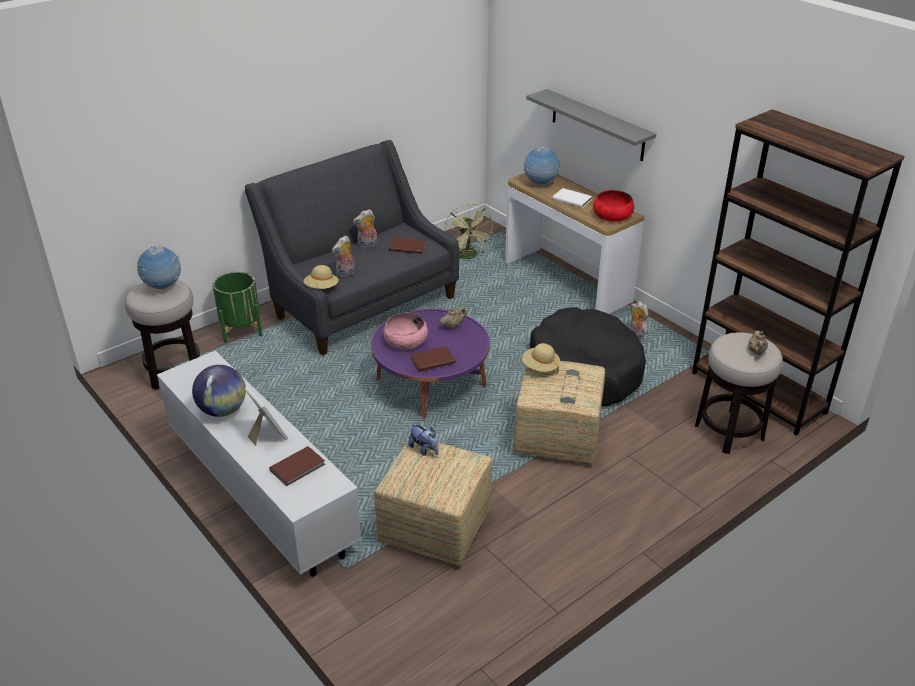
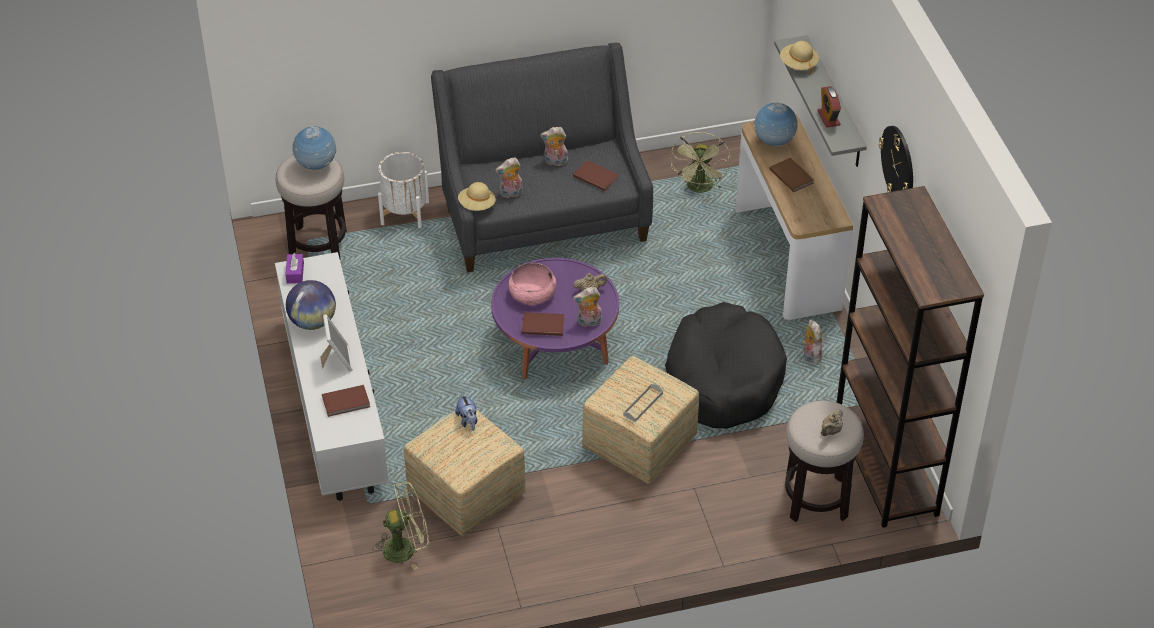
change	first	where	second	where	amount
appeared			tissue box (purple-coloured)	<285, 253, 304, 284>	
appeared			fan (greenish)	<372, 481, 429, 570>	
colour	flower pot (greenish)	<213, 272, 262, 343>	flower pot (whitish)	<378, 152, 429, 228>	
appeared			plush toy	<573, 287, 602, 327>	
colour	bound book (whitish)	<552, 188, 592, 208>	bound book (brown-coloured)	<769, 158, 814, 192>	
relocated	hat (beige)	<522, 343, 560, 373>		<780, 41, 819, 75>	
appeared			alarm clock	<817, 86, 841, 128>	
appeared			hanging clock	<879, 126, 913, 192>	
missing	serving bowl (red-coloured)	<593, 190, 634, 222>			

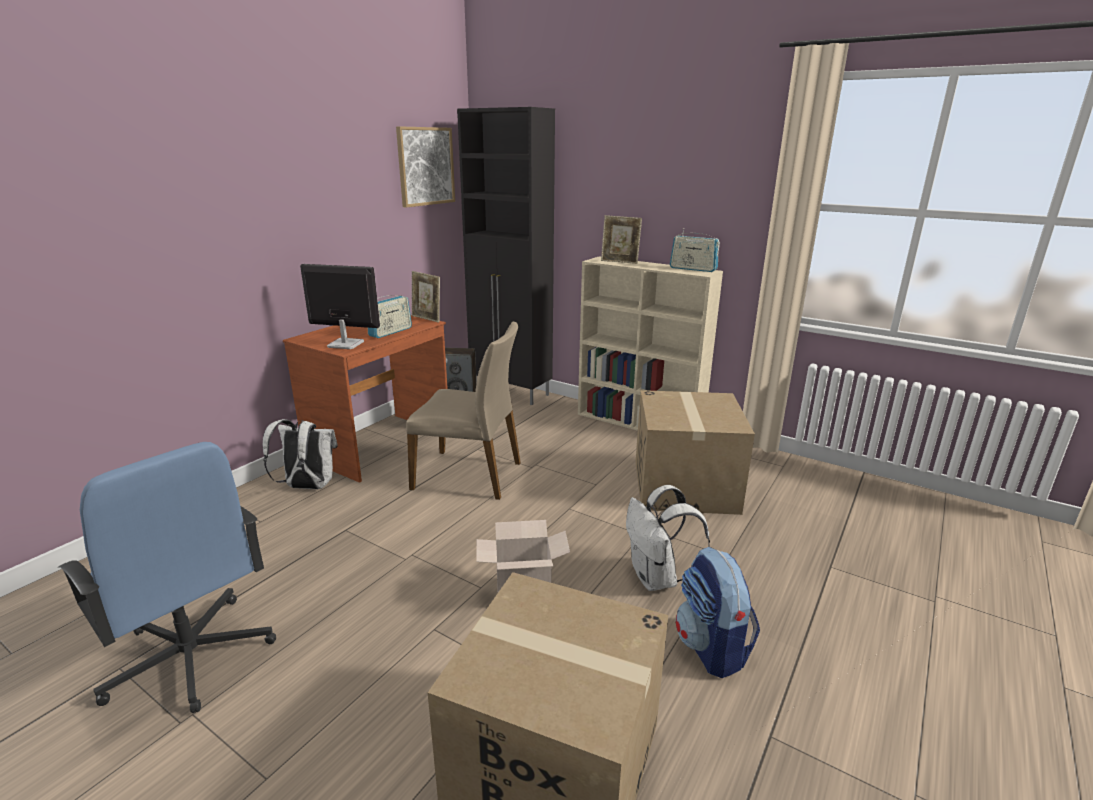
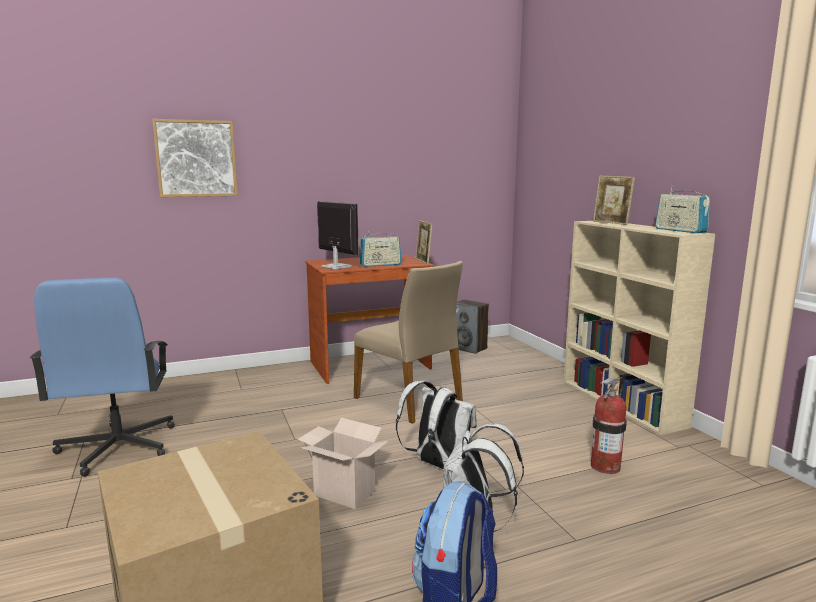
change	first	where	second	where	amount
relocated	wall picture	<396, 126, 455, 208>		<152, 119, 238, 197>	
relocated	knapsack (whitish)	<263, 419, 338, 489>		<396, 381, 477, 470>	
exchanged	packing box	<636, 390, 755, 515>	fire-fighting cylinder	<591, 377, 627, 474>	
missing	cabinet (black)	<457, 107, 555, 405>			

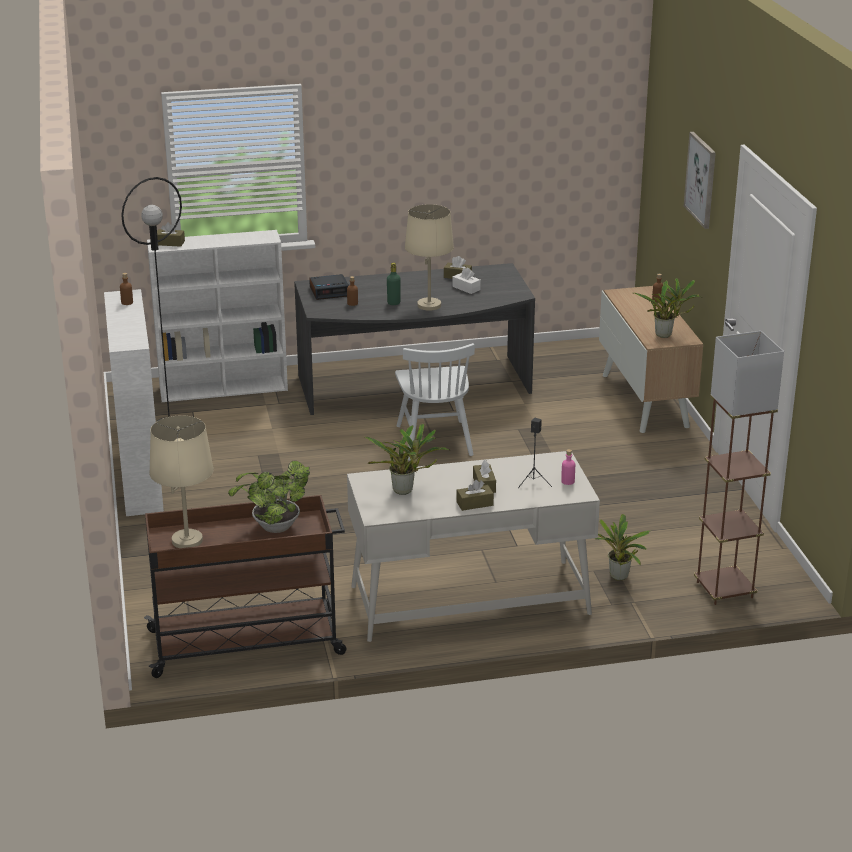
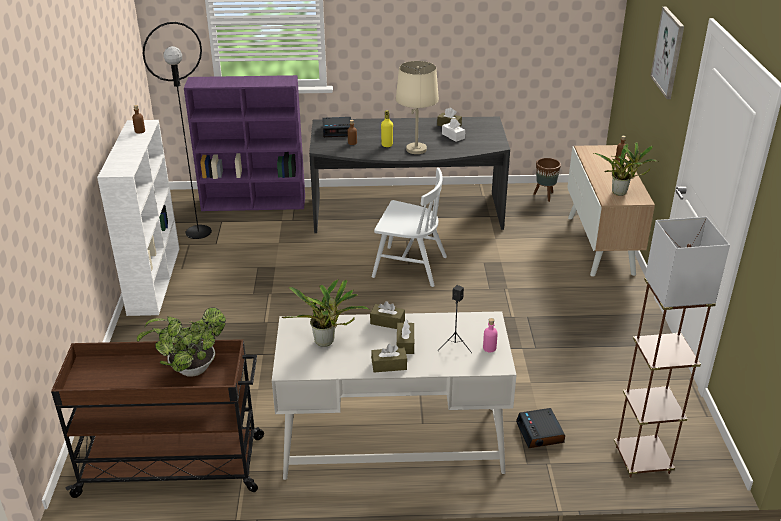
change	first	where	second	where	amount
colour	shelving unit (whitish)	<147, 230, 288, 402>	shelving unit (purple-coloured)	<184, 75, 305, 211>	
relocated	tissue box (brown-coloured)	<157, 222, 185, 247>		<370, 301, 405, 329>	
spun	plain chair (whitish)	<395, 343, 475, 461>		<372, 168, 447, 287>	75 degrees counterclockwise
colour	bottle (greenish)	<387, 263, 401, 305>	bottle (yellow)	<381, 110, 393, 147>	
exchanged	plant in a pot	<595, 514, 650, 580>	alarm clock	<516, 408, 565, 448>	
appeared			flower pot (brown-coloured)	<533, 158, 561, 202>	
missing	table lamp (beige)	<149, 415, 214, 548>			

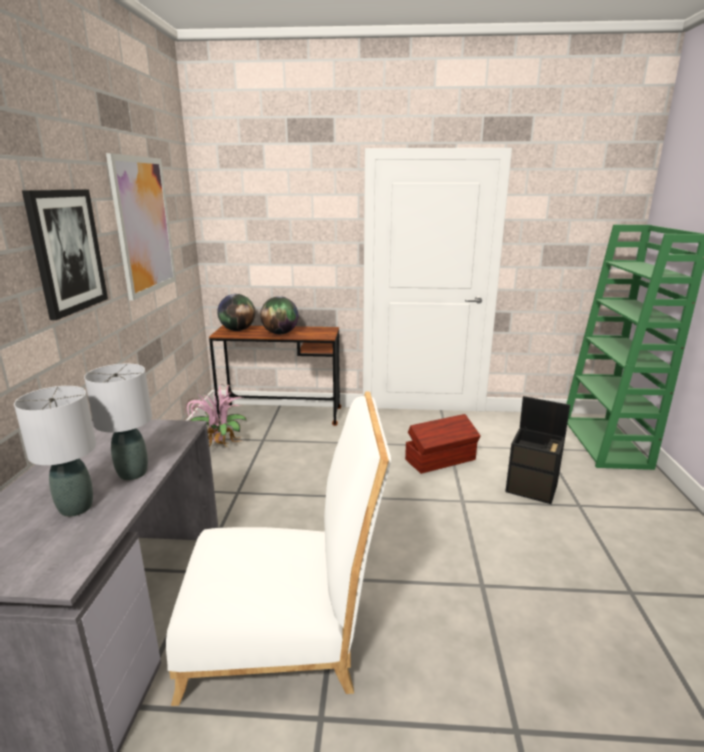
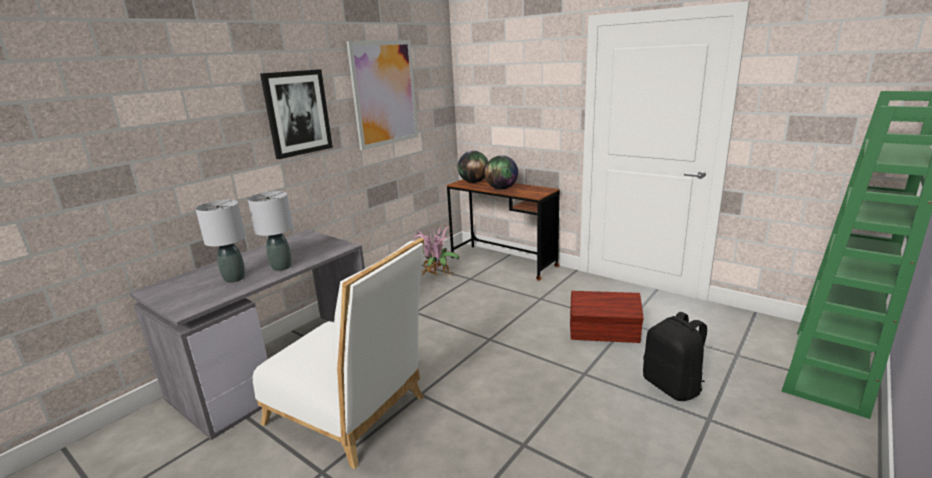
change	first	where	second	where	amount
exchanged	storage container (black)	<505, 396, 570, 504>	knapsack (black)	<643, 312, 707, 401>	

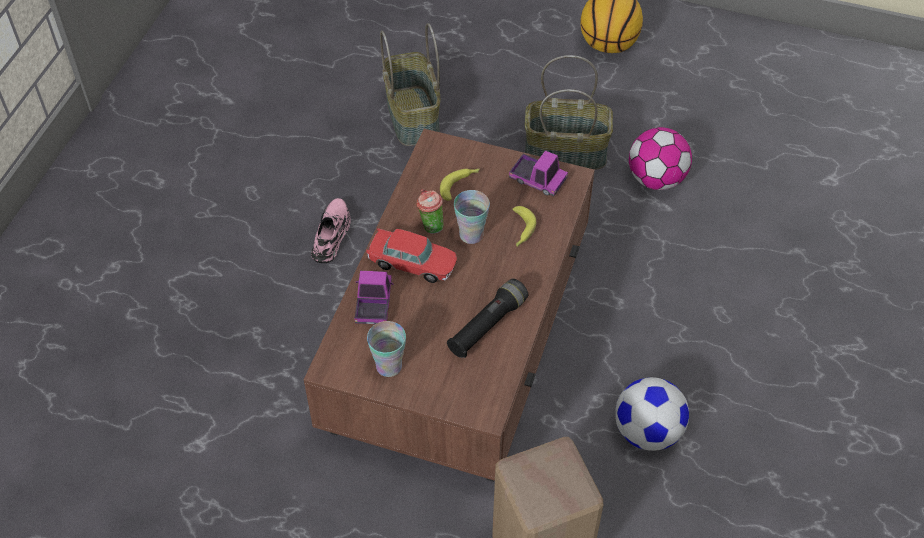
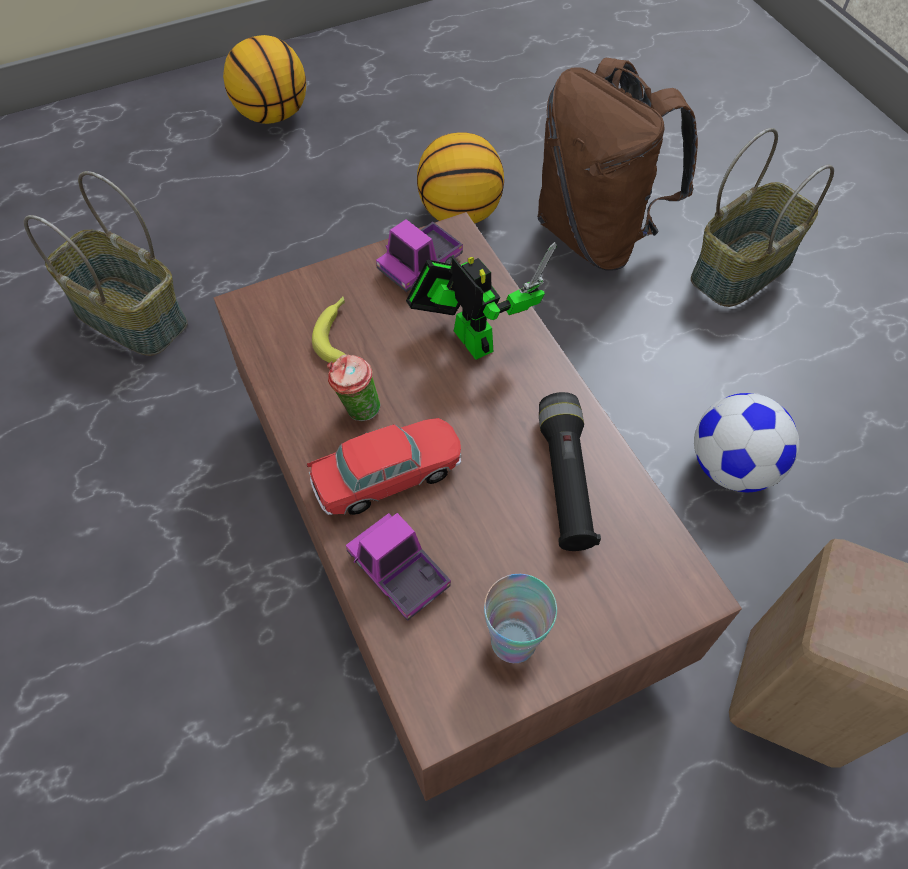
change	first	where	second	where	amount
spun	toy truck	<509, 150, 568, 196>		<376, 219, 463, 292>	150 degrees clockwise
exchanged	banana	<512, 206, 536, 247>	model robot	<406, 242, 557, 360>	
exchanged	football	<629, 127, 692, 190>	basketball	<417, 133, 504, 224>	
appeared			knapsack (brown-coloured)	<537, 58, 698, 271>	
relocated	household basket	<525, 55, 613, 170>		<691, 128, 834, 307>	
missing	shoe (pink-coloured)	<311, 198, 350, 263>			
missing	drinking cup	<454, 190, 490, 244>			

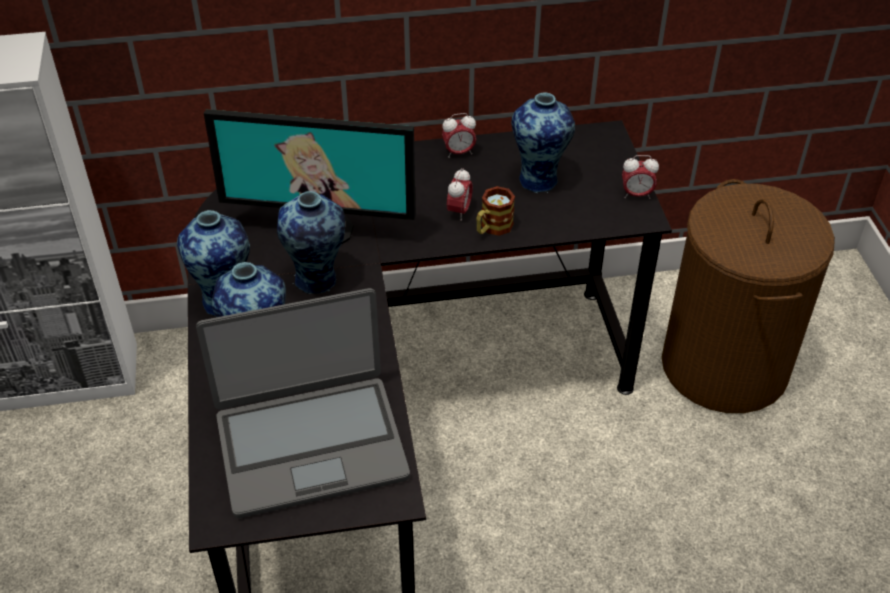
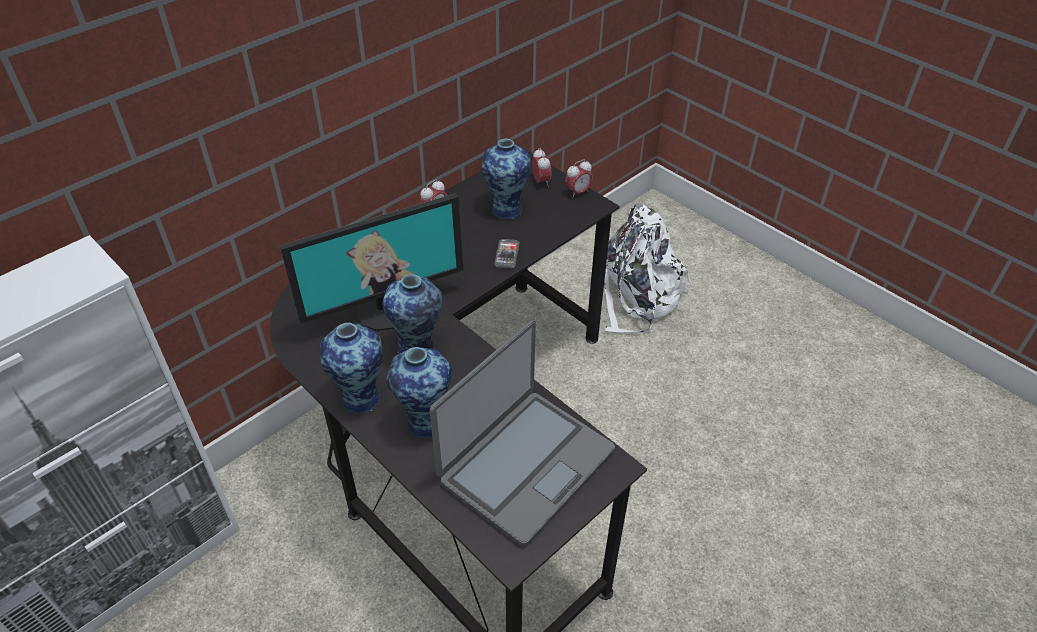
change	first	where	second	where	amount
exchanged	coffee mug	<476, 186, 515, 236>	telephone	<494, 239, 519, 269>	
relocated	alarm clock	<447, 168, 473, 221>		<532, 148, 552, 187>	
exchanged	laundry basket (brown-coloured)	<662, 179, 835, 413>	knapsack (whitish)	<604, 204, 692, 333>	

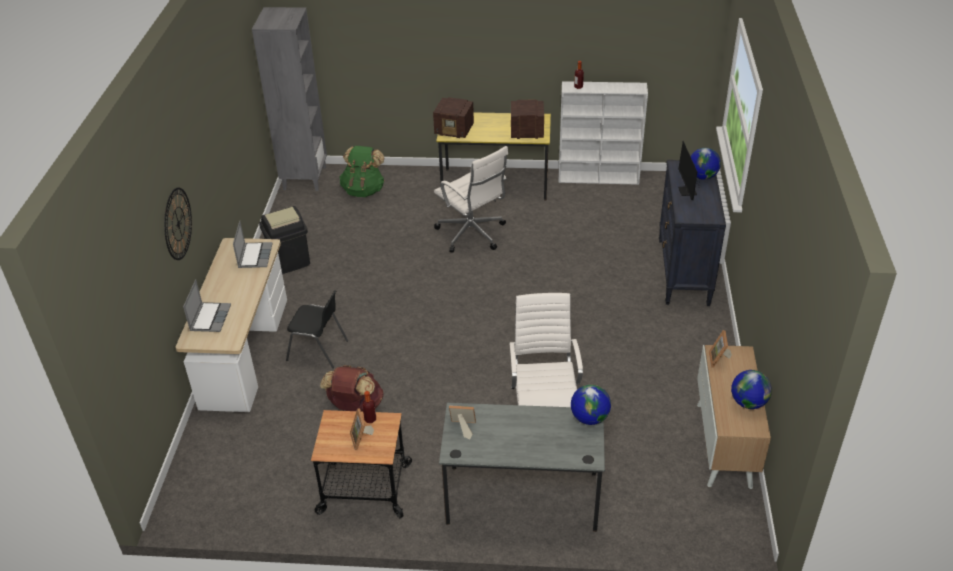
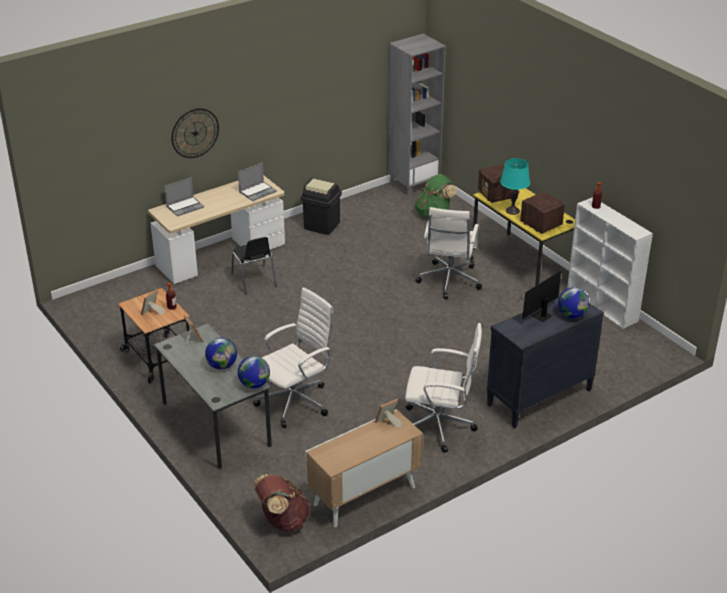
change	first	where	second	where	amount
relocated	world globe	<731, 370, 772, 409>		<205, 338, 237, 369>	
relocated	knapsack (brown-coloured)	<320, 365, 383, 412>		<253, 474, 310, 532>	
appeared			desk chair (whitish)	<405, 323, 482, 453>	
appeared			table lamp (turquoise-coloured)	<500, 158, 530, 215>	

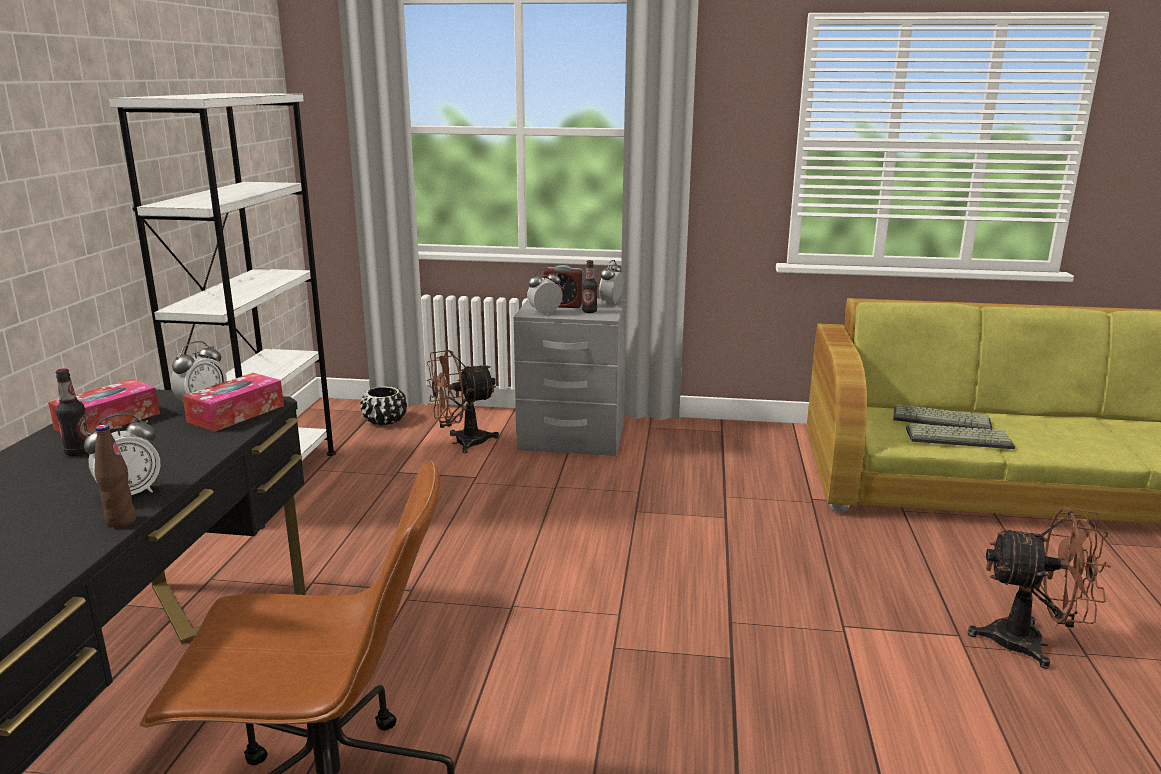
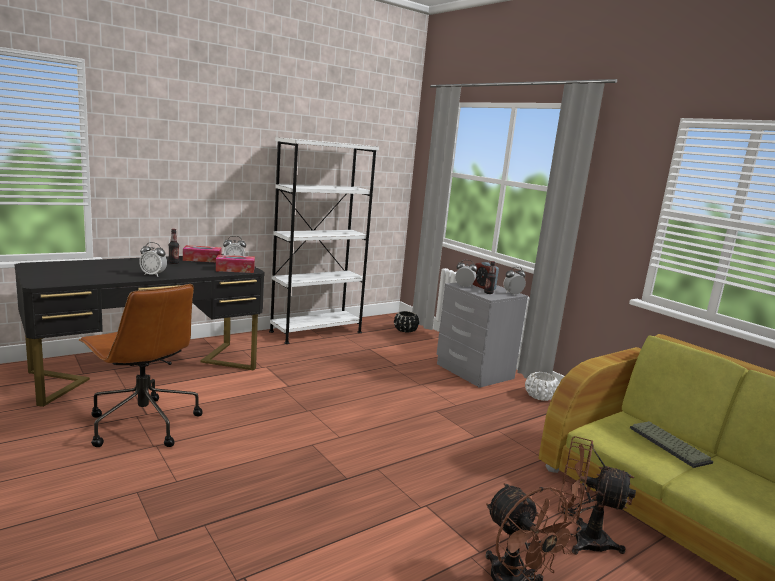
change	first	where	second	where	amount
appeared			flower pot (whitish)	<525, 372, 559, 401>	
relocated	fan (brown-coloured)	<427, 350, 499, 453>		<558, 436, 636, 555>	
missing	bottle (brown-coloured)	<95, 424, 136, 527>			
missing	keyboard	<906, 423, 1015, 449>			

